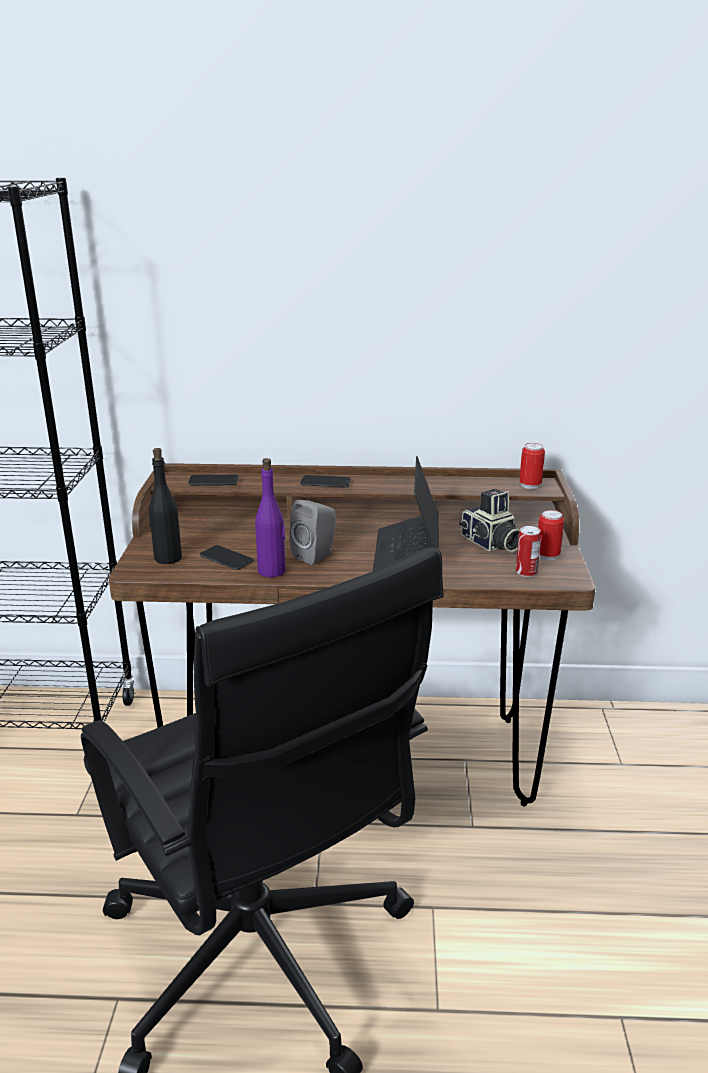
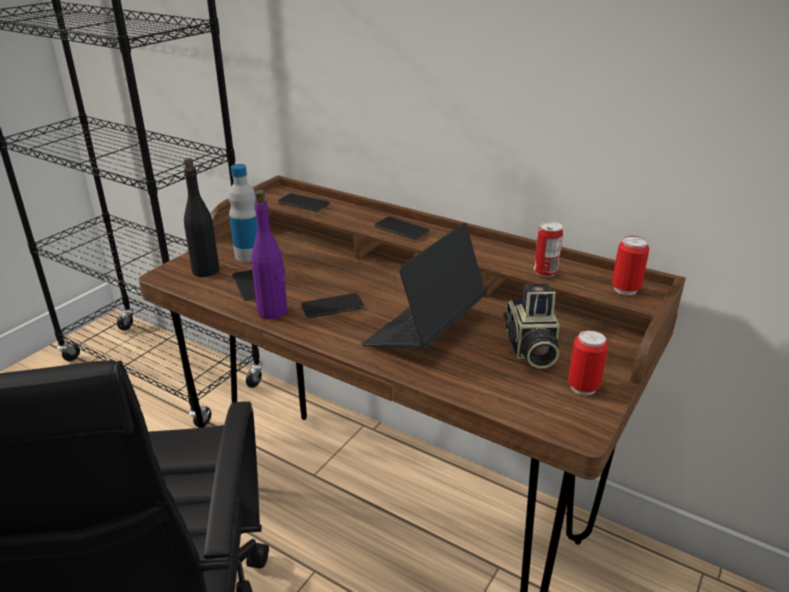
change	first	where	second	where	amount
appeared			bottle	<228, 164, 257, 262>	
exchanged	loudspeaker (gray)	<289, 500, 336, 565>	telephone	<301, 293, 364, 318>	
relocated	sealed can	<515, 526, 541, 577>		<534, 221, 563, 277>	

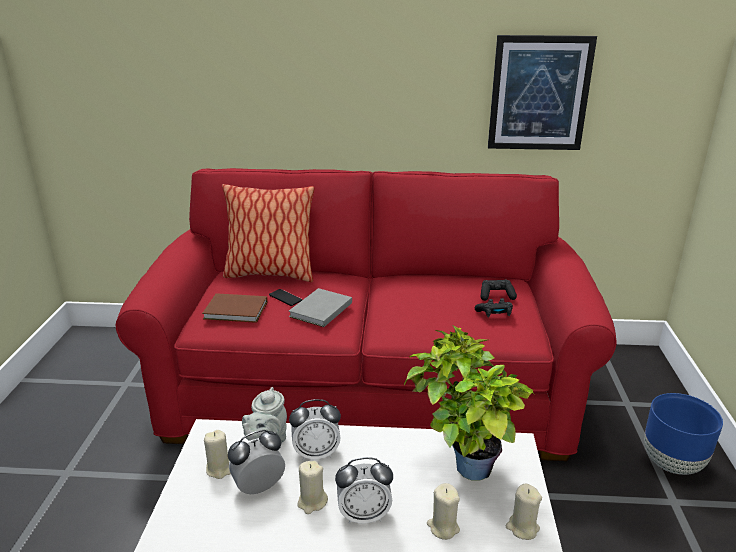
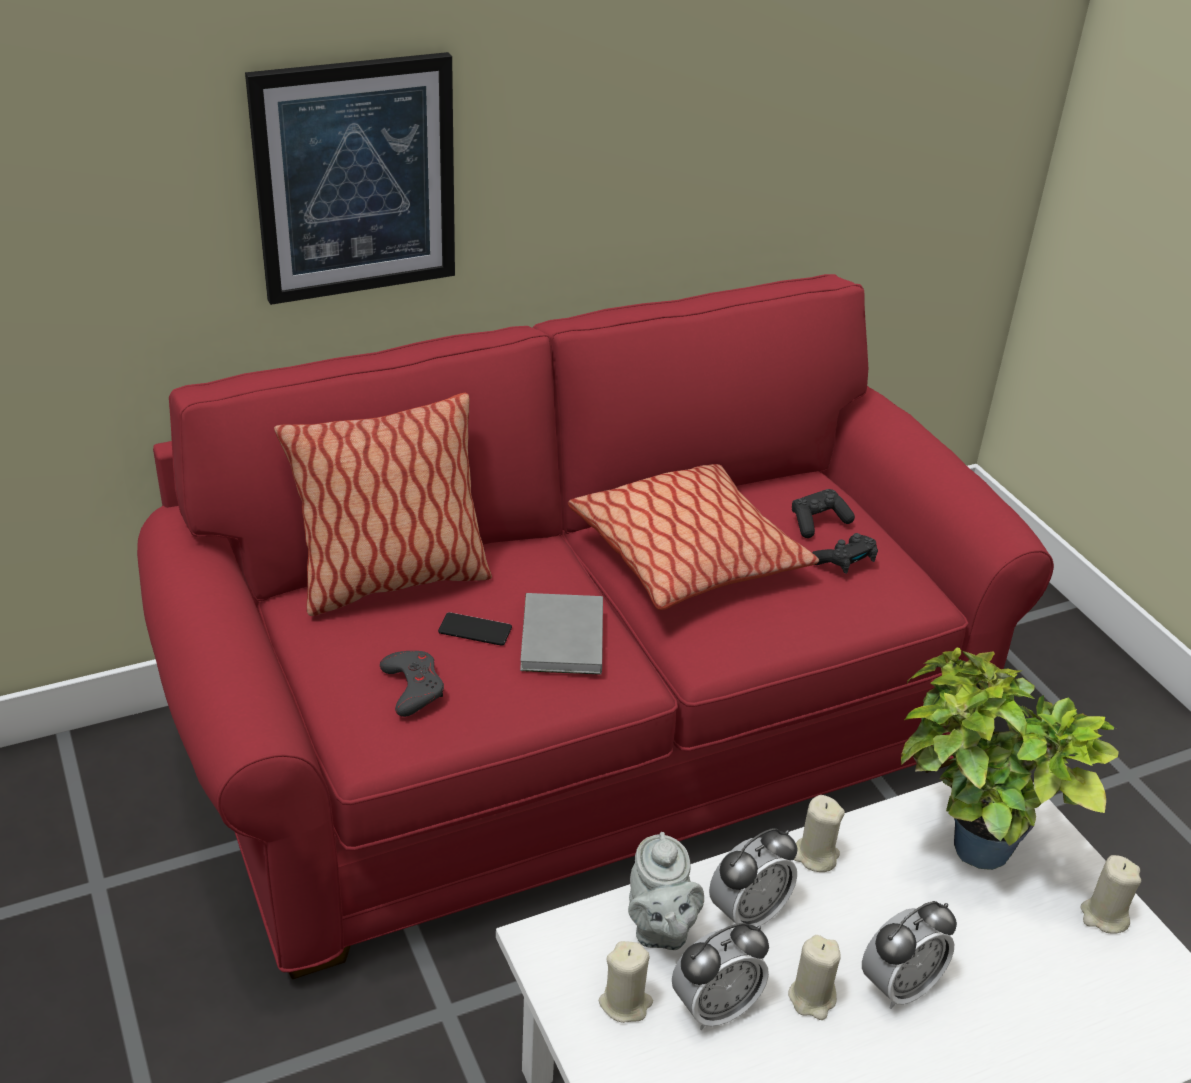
change	first	where	second	where	amount
relocated	wall picture	<488, 35, 597, 150>		<245, 52, 455, 305>	
exchanged	bound book (brown-coloured)	<202, 293, 267, 323>	joypad (gray)	<380, 651, 444, 717>	
appeared			throw pillow	<568, 464, 819, 610>	
spun	alarm clock	<228, 430, 285, 494>		<672, 923, 769, 1030>	150 degrees counterclockwise
relocated	candle (beige)	<427, 483, 460, 540>		<794, 795, 845, 872>	
missing	flower pot (blue)	<644, 393, 723, 475>			

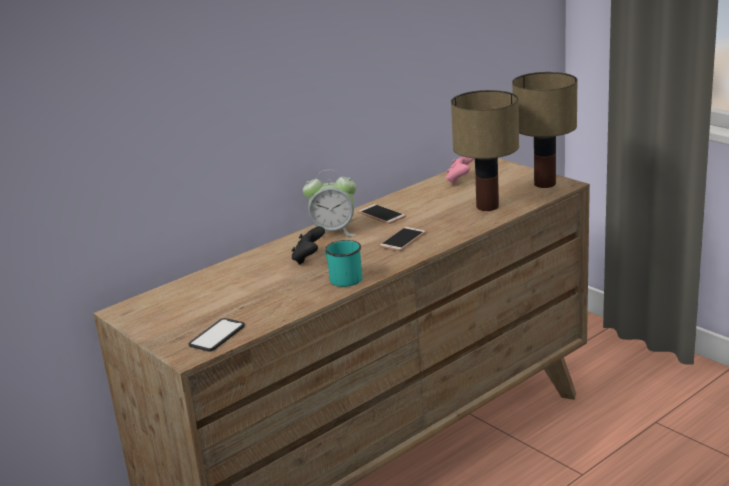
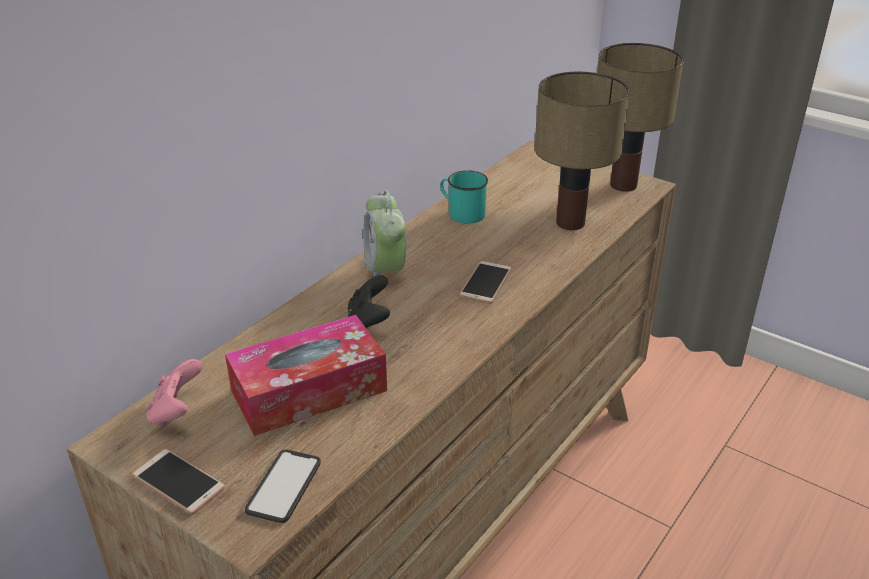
change	first	where	second	where	amount
relocated	telephone	<358, 204, 406, 224>		<132, 449, 225, 515>	
relocated	joypad (pink-coloured)	<446, 156, 474, 185>		<145, 359, 202, 428>	
appeared			tissue box	<225, 315, 387, 436>	
spun	alarm clock	<303, 170, 356, 239>		<363, 191, 406, 277>	90 degrees clockwise
relocated	coffee mug (turquoise-coloured)	<325, 240, 362, 287>		<440, 170, 488, 223>	

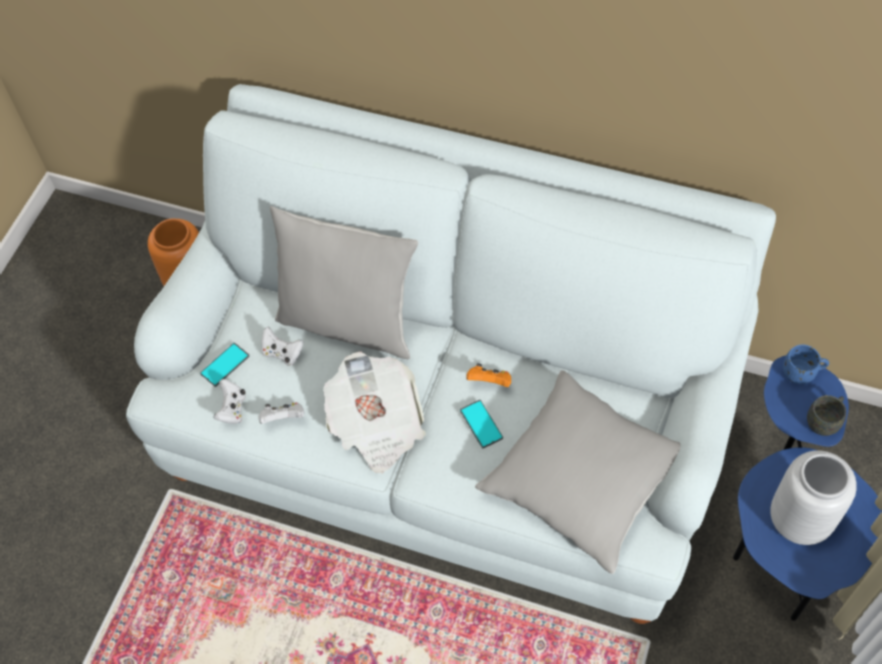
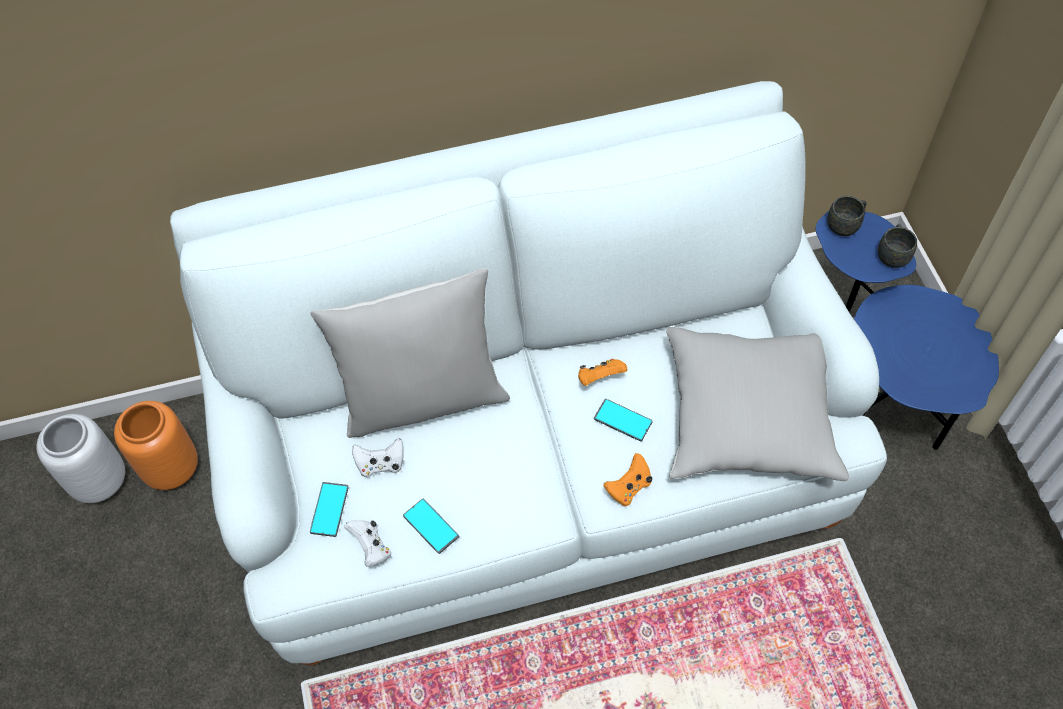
change	first	where	second	where	amount
relocated	vase (gray)	<770, 450, 857, 545>		<36, 414, 125, 503>	
exchanged	joypad (whitish)	<259, 402, 304, 424>	telephone	<403, 499, 459, 554>	
appeared			joypad (orange-coloured)	<604, 453, 652, 506>	
colour	coffee mug (blue)	<783, 345, 829, 384>	coffee mug (gray)	<827, 196, 866, 236>	
missing	printed paper	<323, 352, 426, 473>			

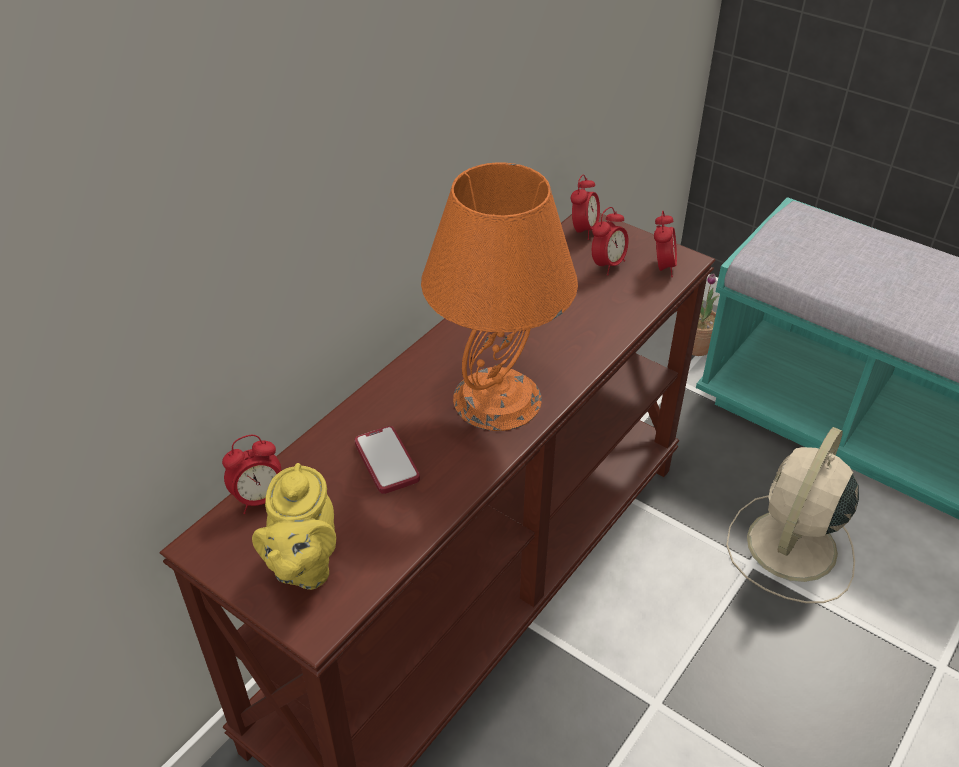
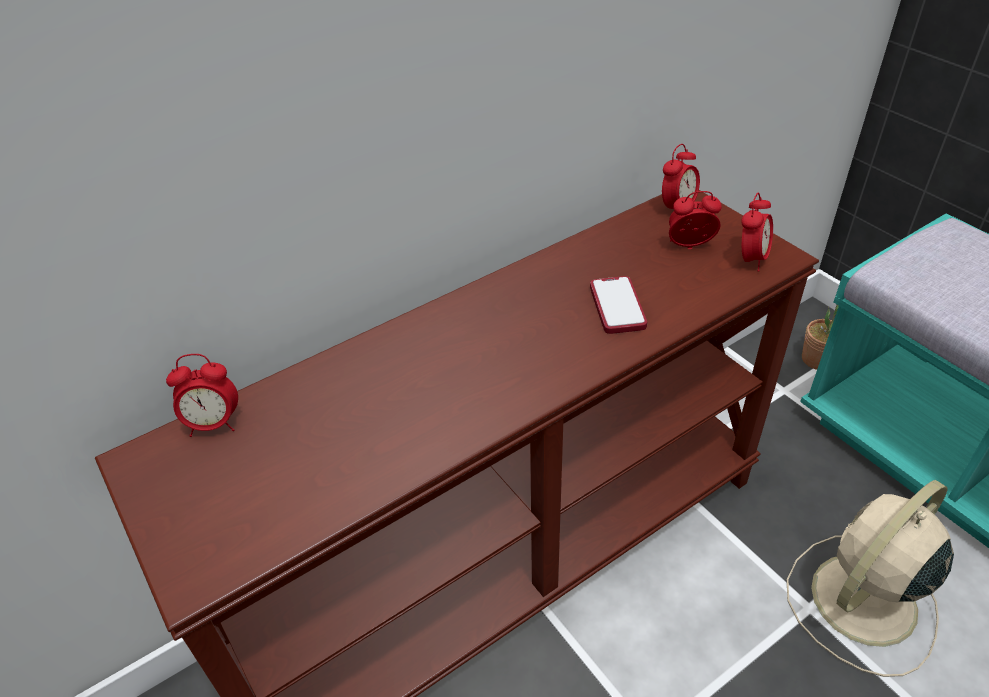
change	first	where	second	where	amount
relocated	telephone	<355, 426, 420, 494>		<590, 276, 647, 334>	
spun	alarm clock	<592, 207, 629, 275>		<669, 191, 722, 249>	150 degrees counterclockwise
missing	teapot (yellow)	<252, 463, 336, 590>			
missing	table lamp (orange-coloured)	<421, 162, 578, 431>			

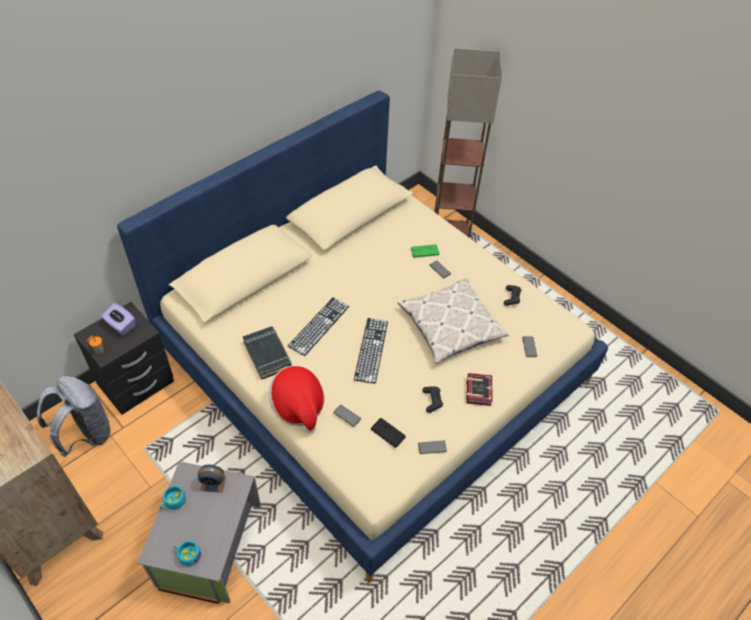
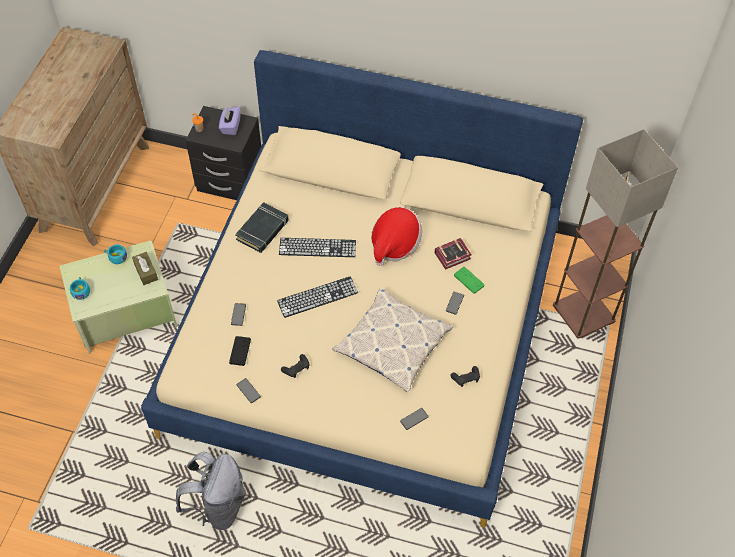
change	first	where	second	where	amount
colour	storage container (gray)	<137, 462, 261, 604>	storage container (greenish)	<60, 240, 177, 354>	
exchanged	alarm clock	<198, 465, 226, 493>	tissue box (brown-coloured)	<132, 252, 158, 285>	
relocated	knapsack (gray)	<37, 376, 110, 457>		<176, 452, 246, 530>	
relocated	hat	<269, 366, 324, 433>		<371, 207, 422, 266>	
relocated	bound book	<466, 373, 492, 406>		<434, 238, 472, 270>	

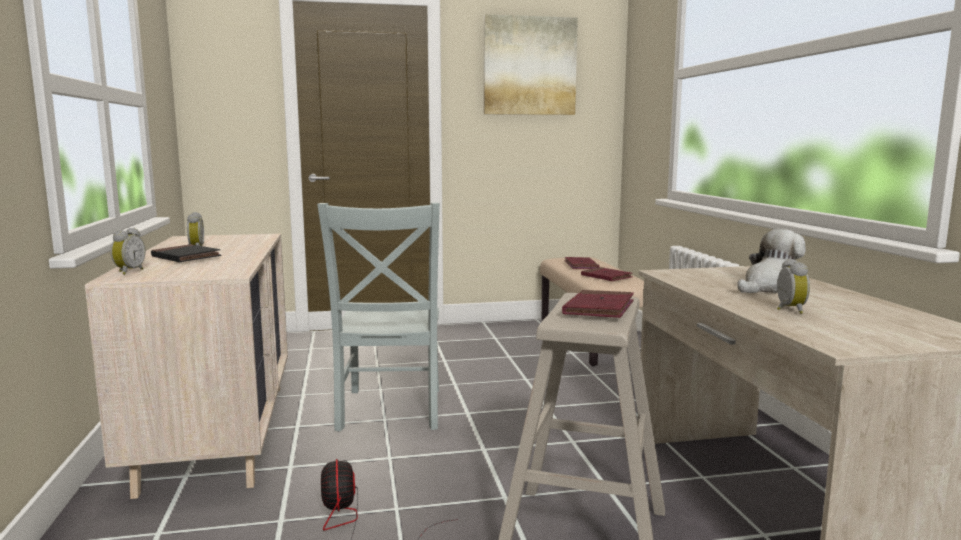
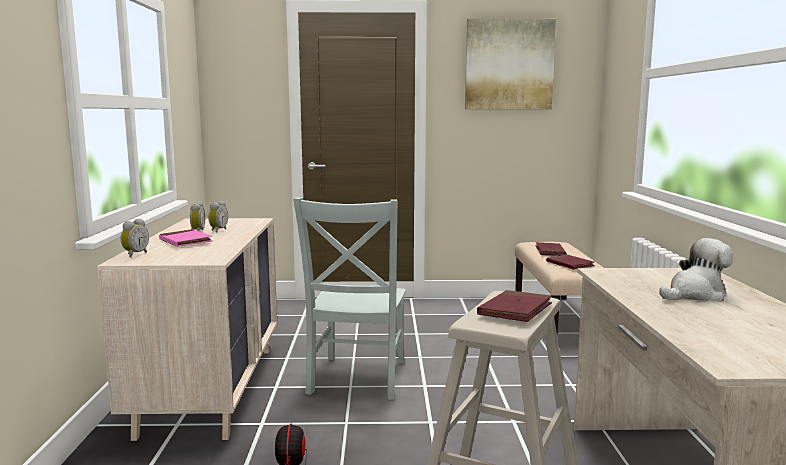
change	first	where	second	where	amount
colour	bound book (black)	<151, 244, 221, 263>	bound book (pink-coloured)	<159, 229, 212, 247>	
relocated	alarm clock	<777, 258, 810, 314>		<208, 200, 228, 233>	

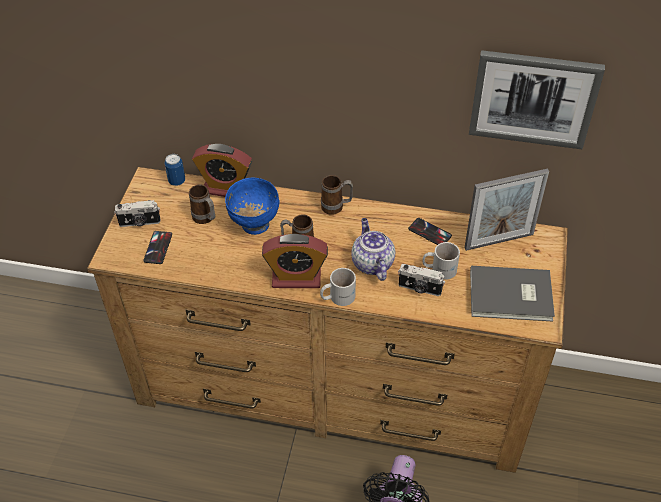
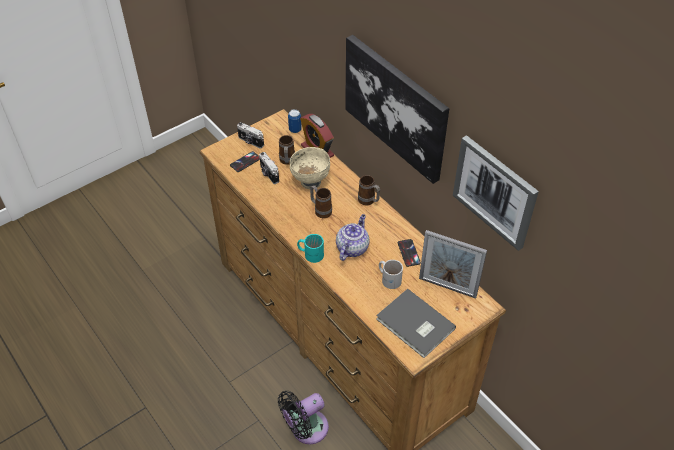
change	first	where	second	where	amount
relocated	photo camera	<398, 264, 445, 296>		<259, 152, 279, 184>	
colour	serving bowl (blue)	<225, 178, 279, 235>	serving bowl (beige)	<290, 147, 330, 189>	
colour	coffee mug (whitish)	<320, 268, 356, 306>	coffee mug (turquoise-coloured)	<297, 234, 324, 263>	
appeared			wall picture	<345, 35, 449, 184>	
missing	alarm clock	<262, 234, 328, 288>			

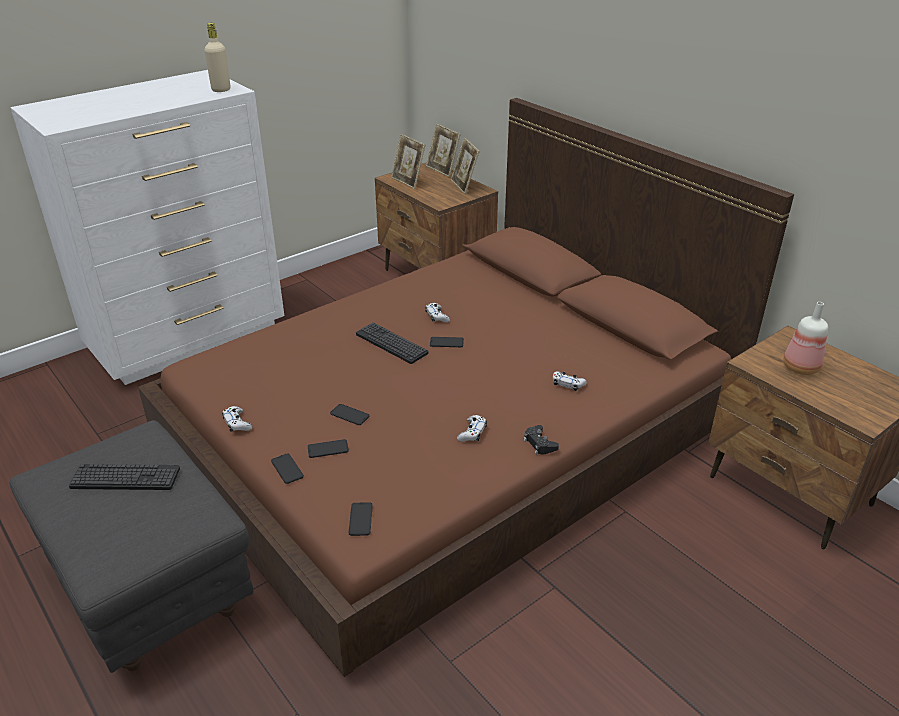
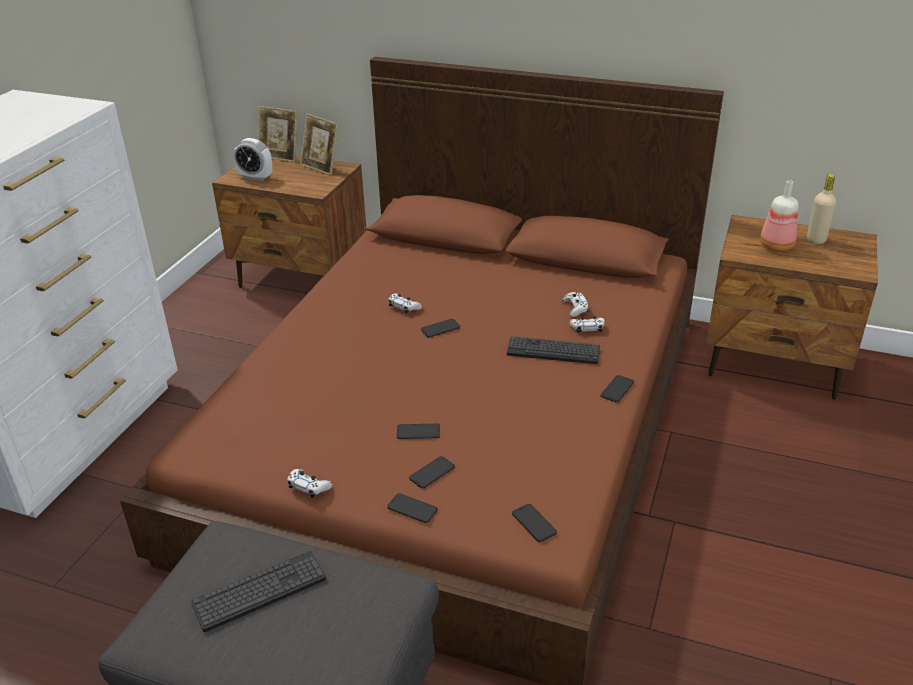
change	first	where	second	where	amount
exchanged	picture frame	<391, 134, 425, 189>	alarm clock	<233, 138, 272, 181>	
relocated	keyboard	<356, 323, 428, 364>		<507, 336, 600, 364>	
relocated	joypad (whitish)	<457, 415, 487, 442>		<562, 292, 589, 317>	
exchanged	joypad (black)	<524, 425, 559, 455>	telephone	<601, 375, 634, 402>	
relocated	bottle (beige)	<204, 23, 230, 92>		<807, 174, 836, 244>	

